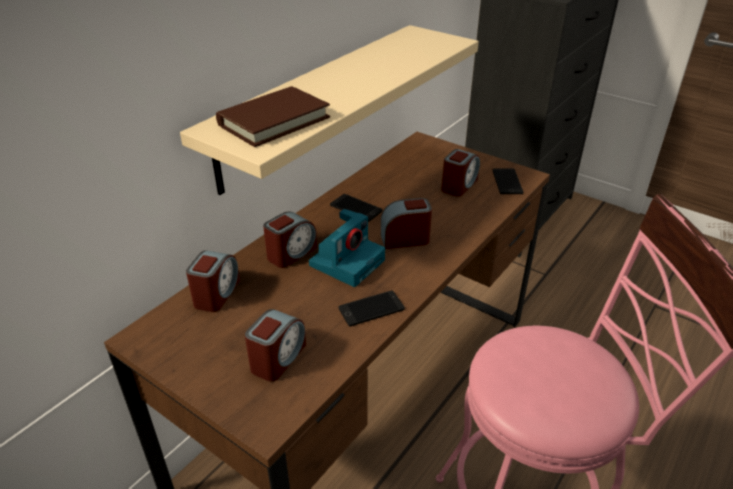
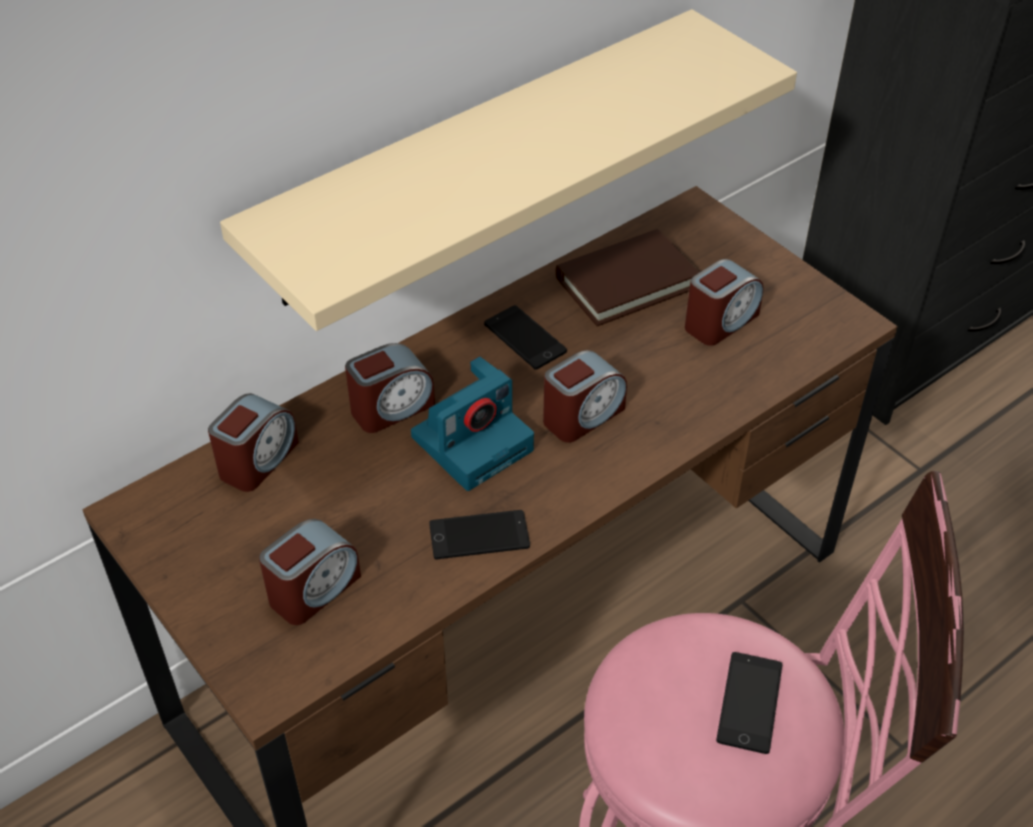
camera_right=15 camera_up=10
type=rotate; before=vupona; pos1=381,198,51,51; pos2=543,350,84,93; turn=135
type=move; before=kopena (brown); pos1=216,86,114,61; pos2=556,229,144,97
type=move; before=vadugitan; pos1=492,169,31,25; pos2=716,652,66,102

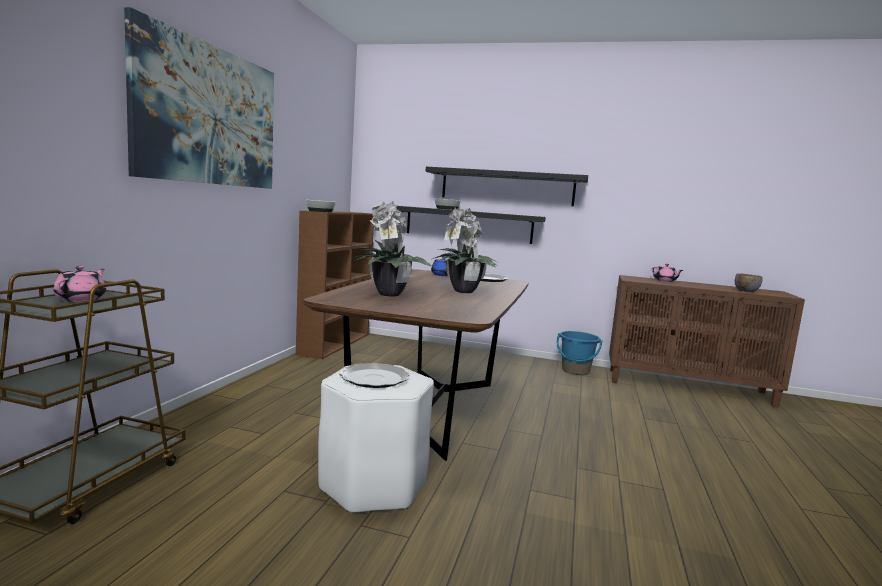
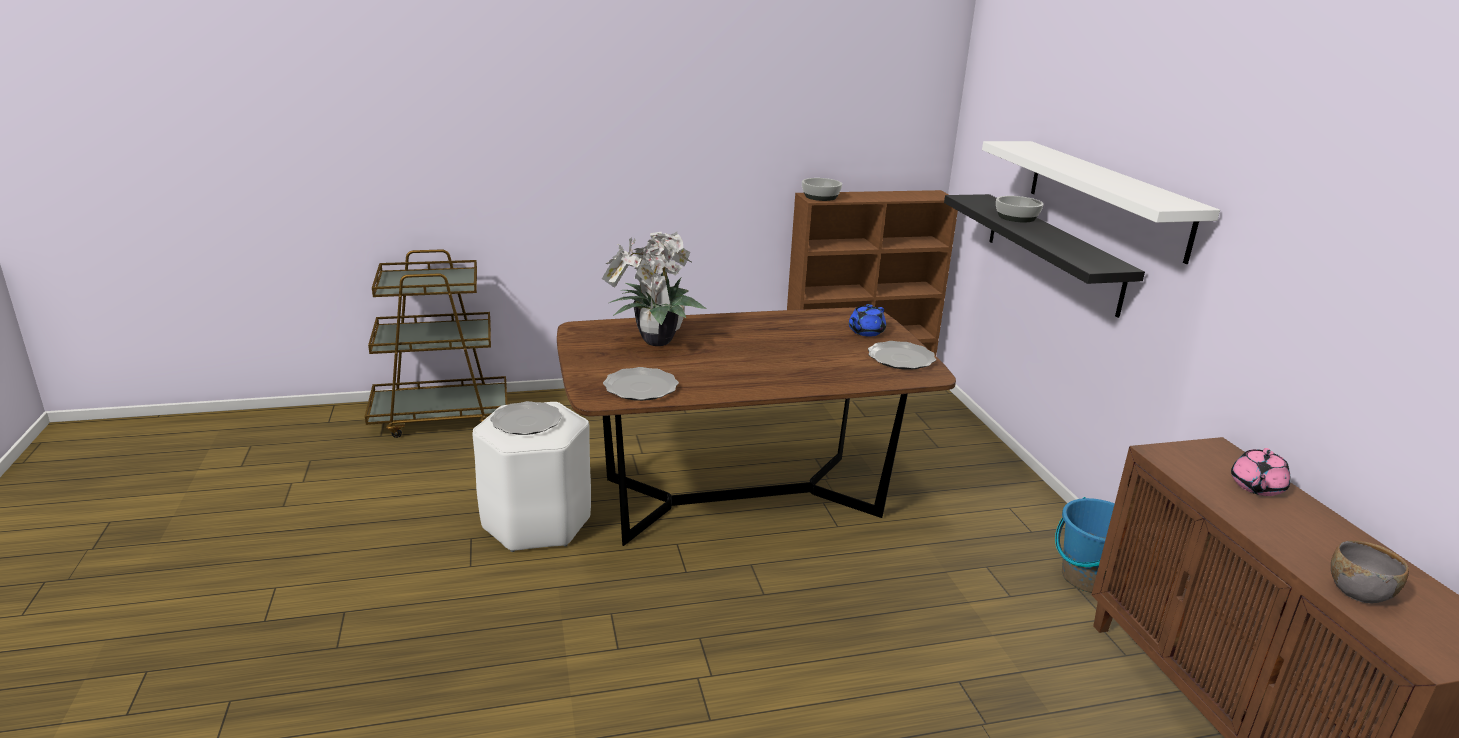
camera_right=60 camera_up=15
type=insert; after=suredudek; pos2=603,367,76,34
type=recolor; before=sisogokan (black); after=sisogokan (white); pos1=425,167,163,39; pos2=982,141,238,123
type=delete; before=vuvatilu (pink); pos1=53,266,53,36
type=delete; before=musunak; pos1=124,7,150,182
type=delete; before=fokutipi; pos1=432,207,66,86

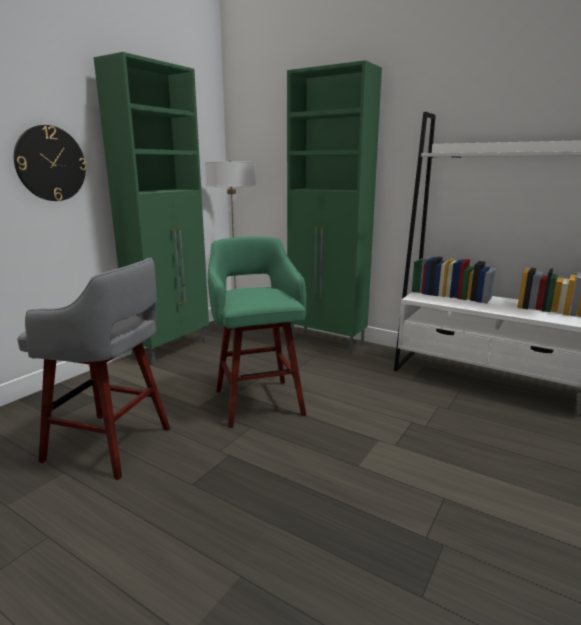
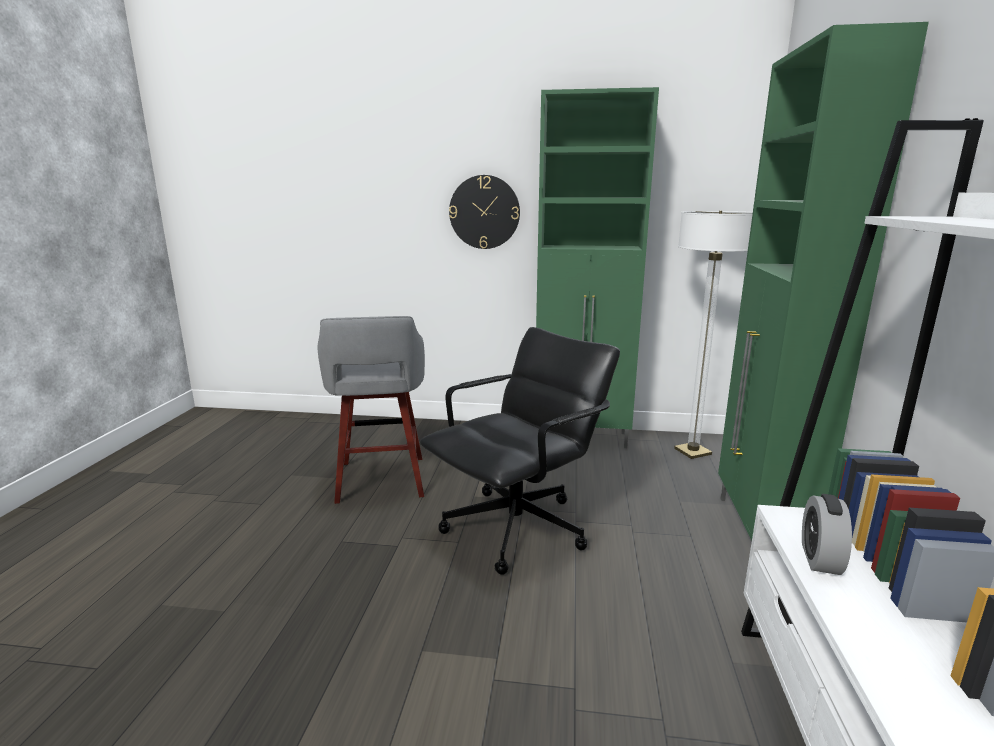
camera_right=65 camera_up=0
type=replace; before=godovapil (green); after=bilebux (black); pos1=208,237,98,191; pos2=420,327,200,248
type=insert; after=vupona; pos2=802,494,50,81

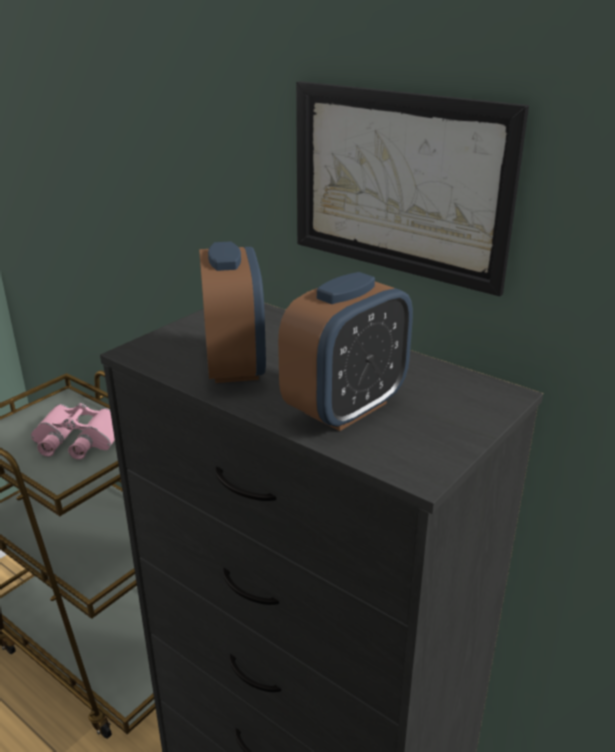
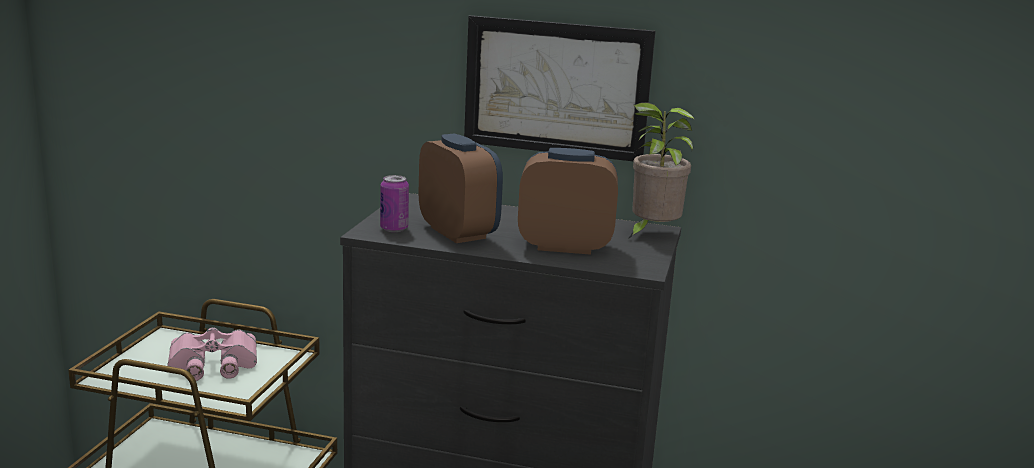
camera_right=-25 camera_up=-10
type=insert; after=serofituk; pos2=380,175,29,57
type=rotate; before=vupona; pos1=278,272,135,159; pos2=518,148,100,107; turn=-105
type=insert; after=fokutipi; pos2=627,103,67,137

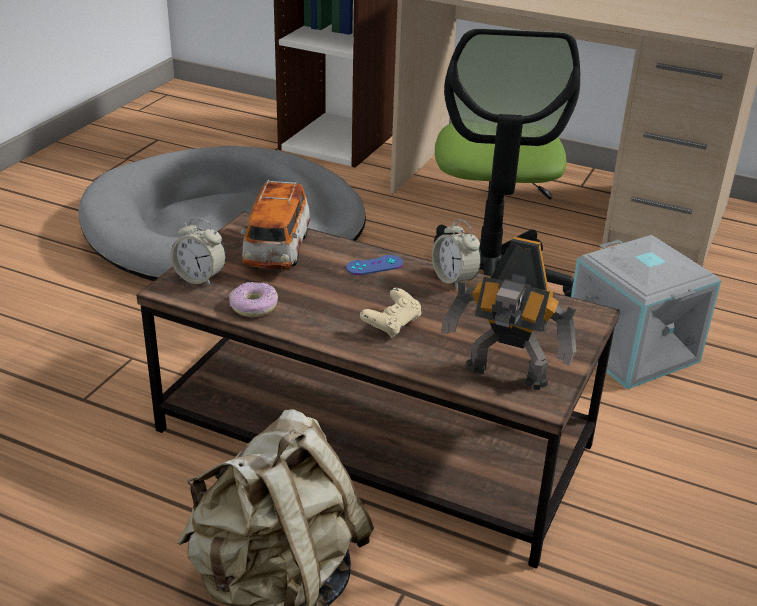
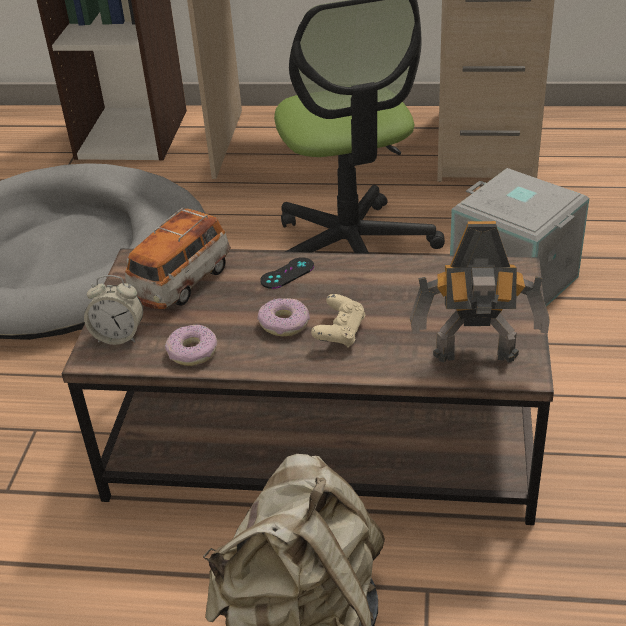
camera_right=-15 camera_up=5
type=rotate; before=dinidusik; pos1=241,180,69,89; pos2=125,208,106,101; turn=45
type=insert; after=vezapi; pos2=257,298,53,38
type=recolor; before=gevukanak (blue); after=gevukanak (black); pos1=346,255,57,20; pos2=260,257,54,32
type=delete; before=vupona; pos1=432,219,49,70

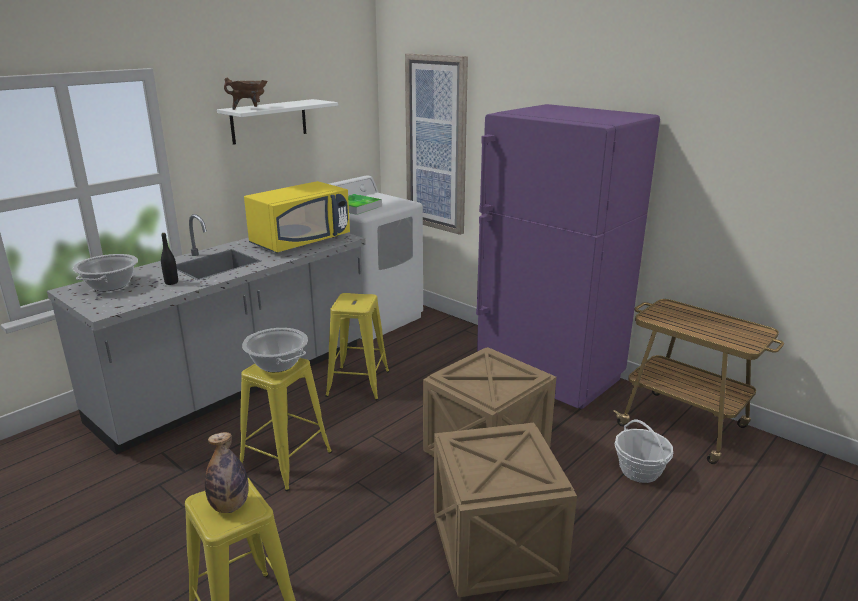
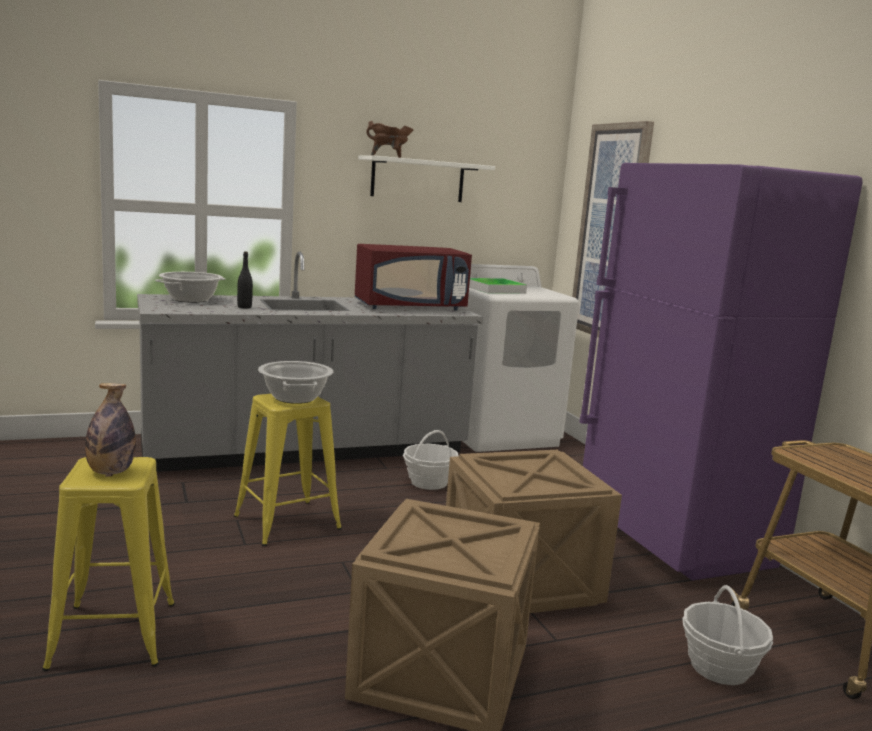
camera_right=25 camera_up=-10
type=recolor; before=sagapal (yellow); after=sagapal (red); pos1=244,181,106,72; pos2=355,244,117,66
type=replace; before=godovapil (yellow); after=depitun; pos1=325,293,64,107; pos2=403,430,56,60

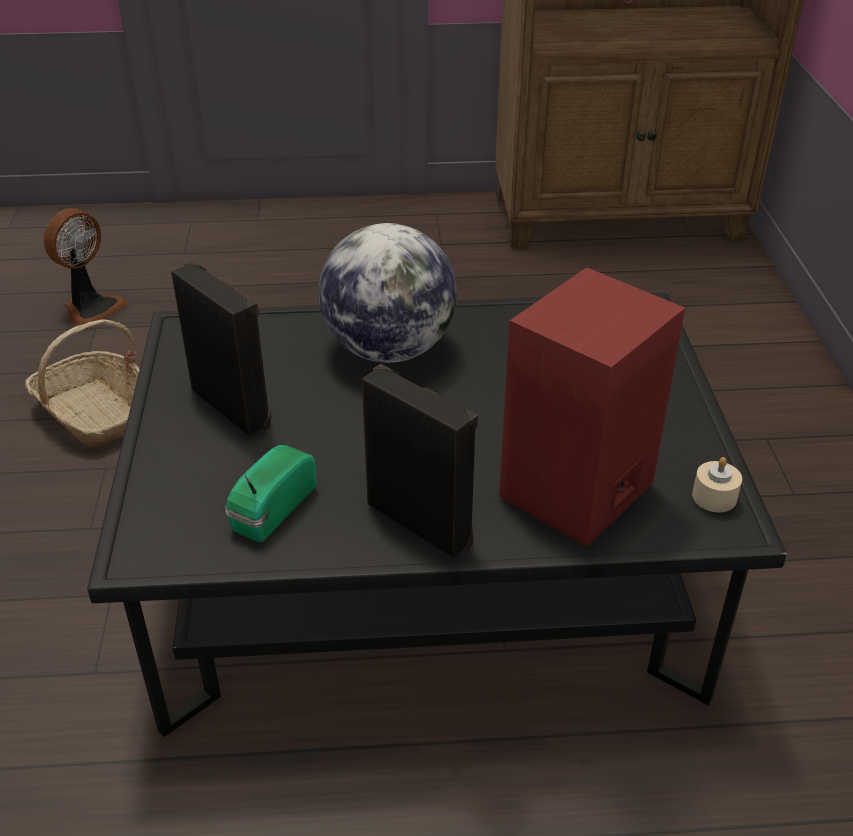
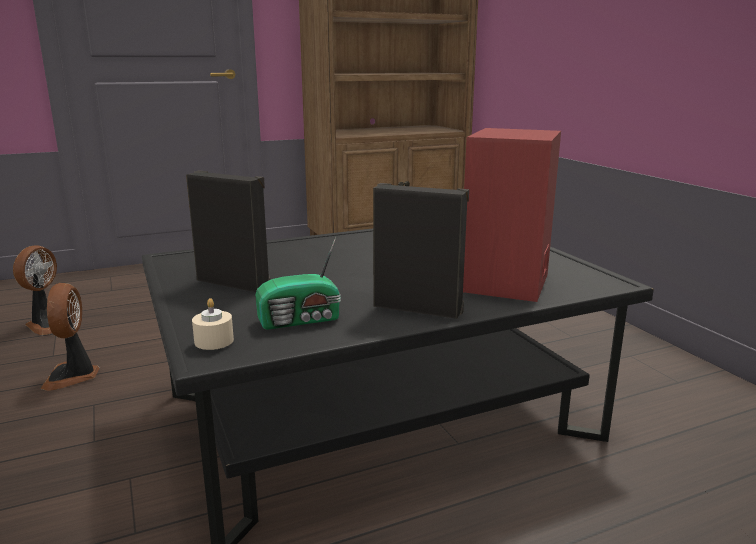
camera_right=-20 camera_up=-20
type=replace; before=depitun; after=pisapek; pos1=25,319,115,129; pos2=41,283,59,108
type=move; before=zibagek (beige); pos1=692,457,50,55; pos2=192,298,42,52
type=rotate; before=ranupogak; pos1=225,445,92,97; pos2=255,237,86,93; turn=-120
type=delete; before=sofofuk; pos1=318,223,139,140

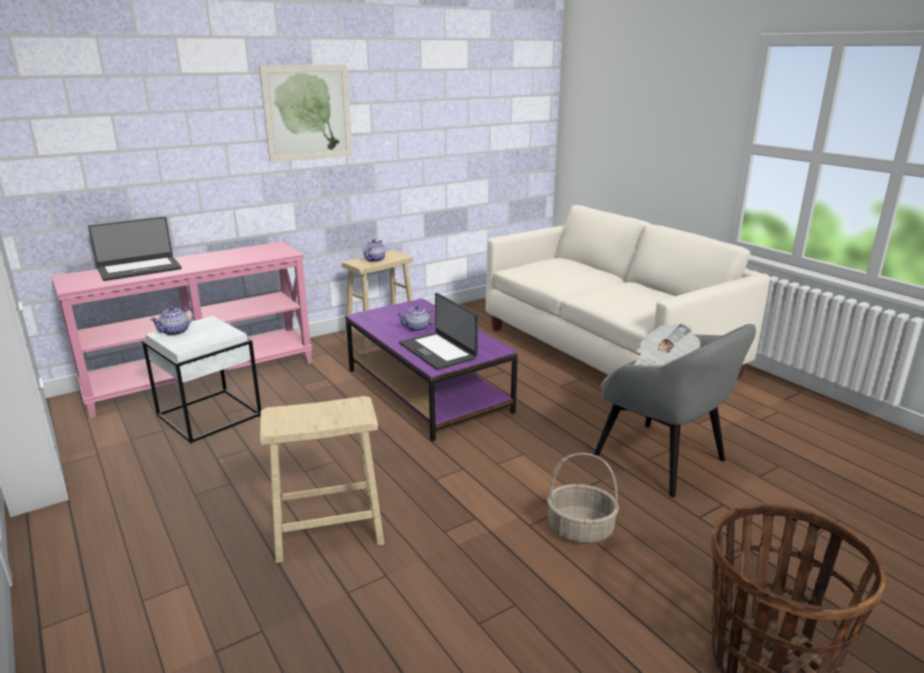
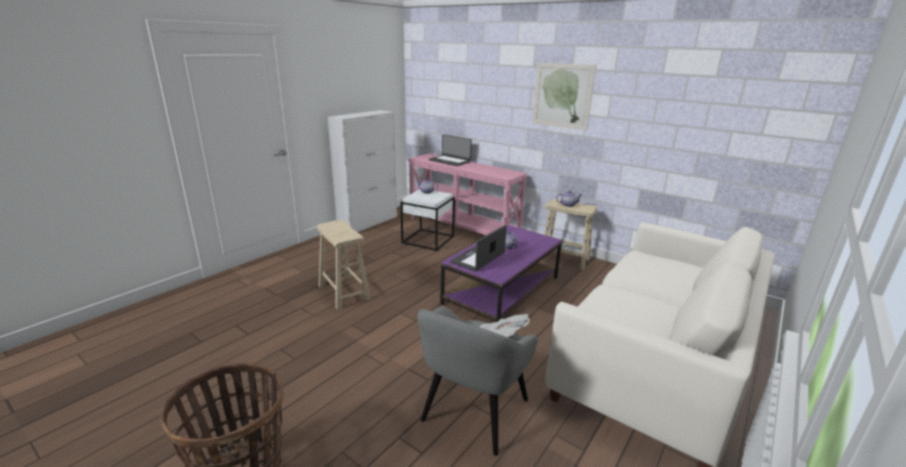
camera_right=70 camera_up=0
type=delete; before=depitun; pos1=547,453,72,91

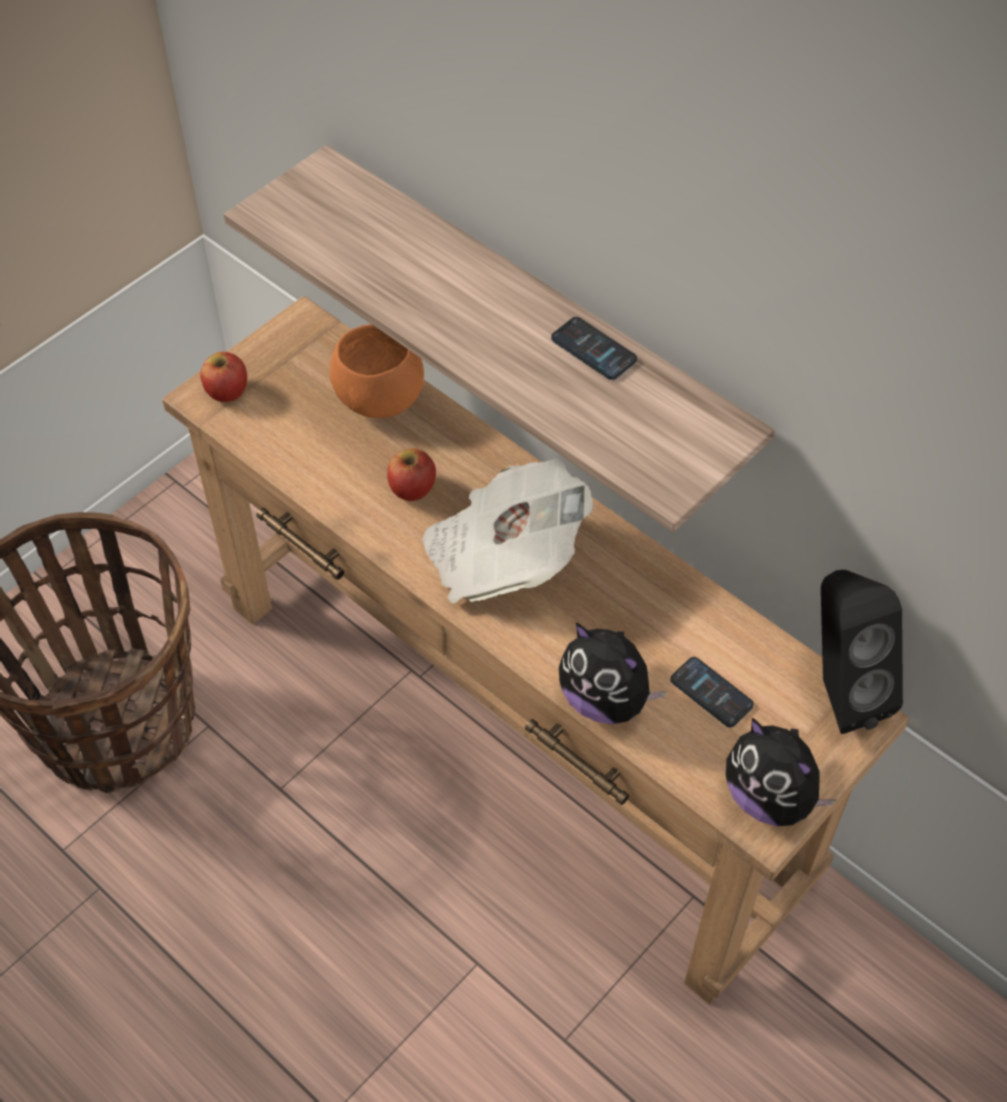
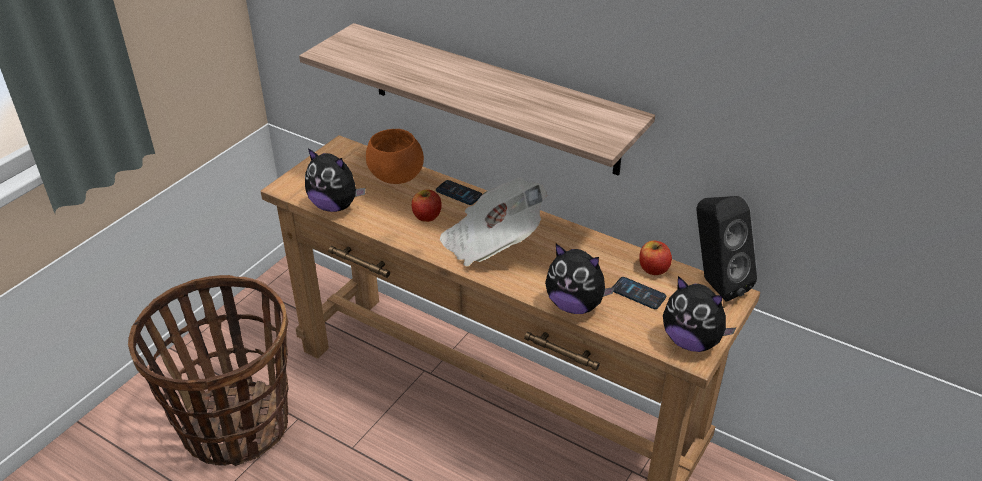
camera_right=-10 camera_up=-15
type=insert; after=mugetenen; pos2=305,148,61,64
type=move; before=vadugitan; pos1=551,317,86,63; pos2=436,180,46,25
type=move; before=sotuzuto; pos1=200,352,47,50; pos2=639,241,33,34

